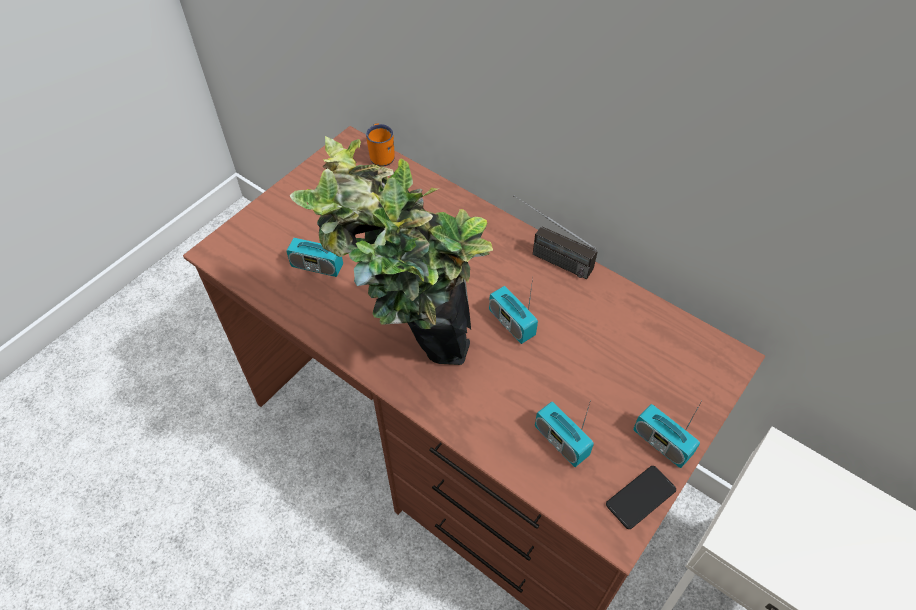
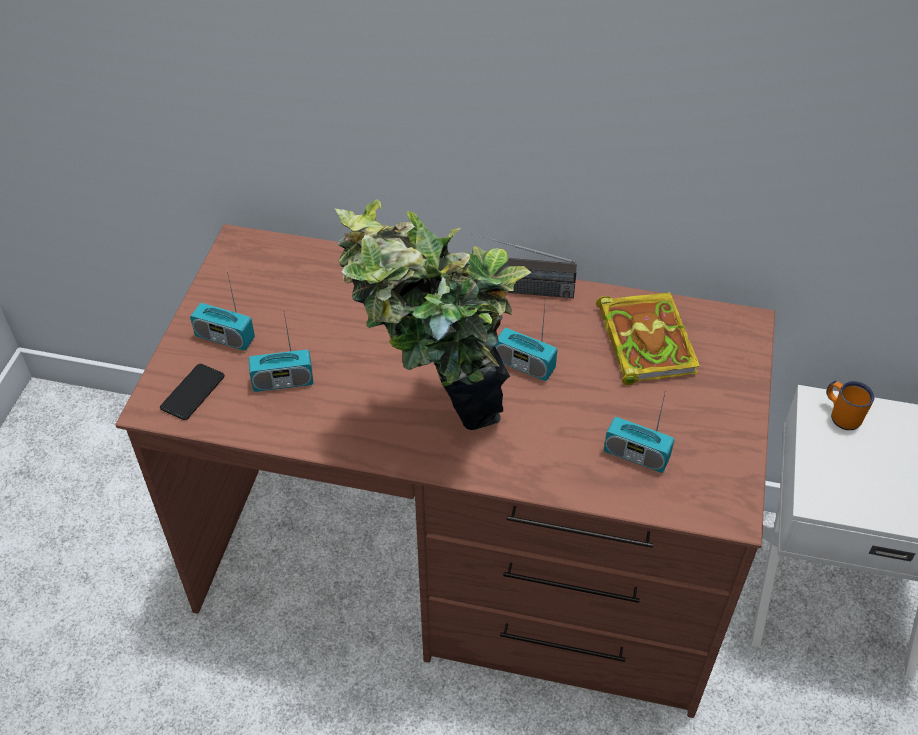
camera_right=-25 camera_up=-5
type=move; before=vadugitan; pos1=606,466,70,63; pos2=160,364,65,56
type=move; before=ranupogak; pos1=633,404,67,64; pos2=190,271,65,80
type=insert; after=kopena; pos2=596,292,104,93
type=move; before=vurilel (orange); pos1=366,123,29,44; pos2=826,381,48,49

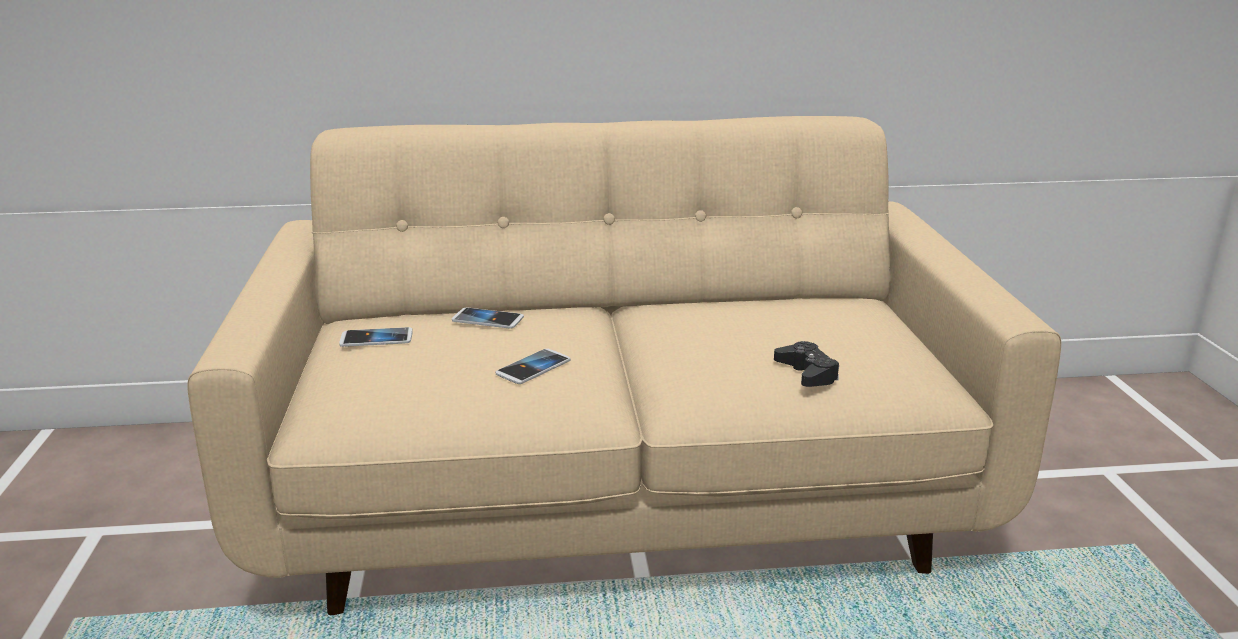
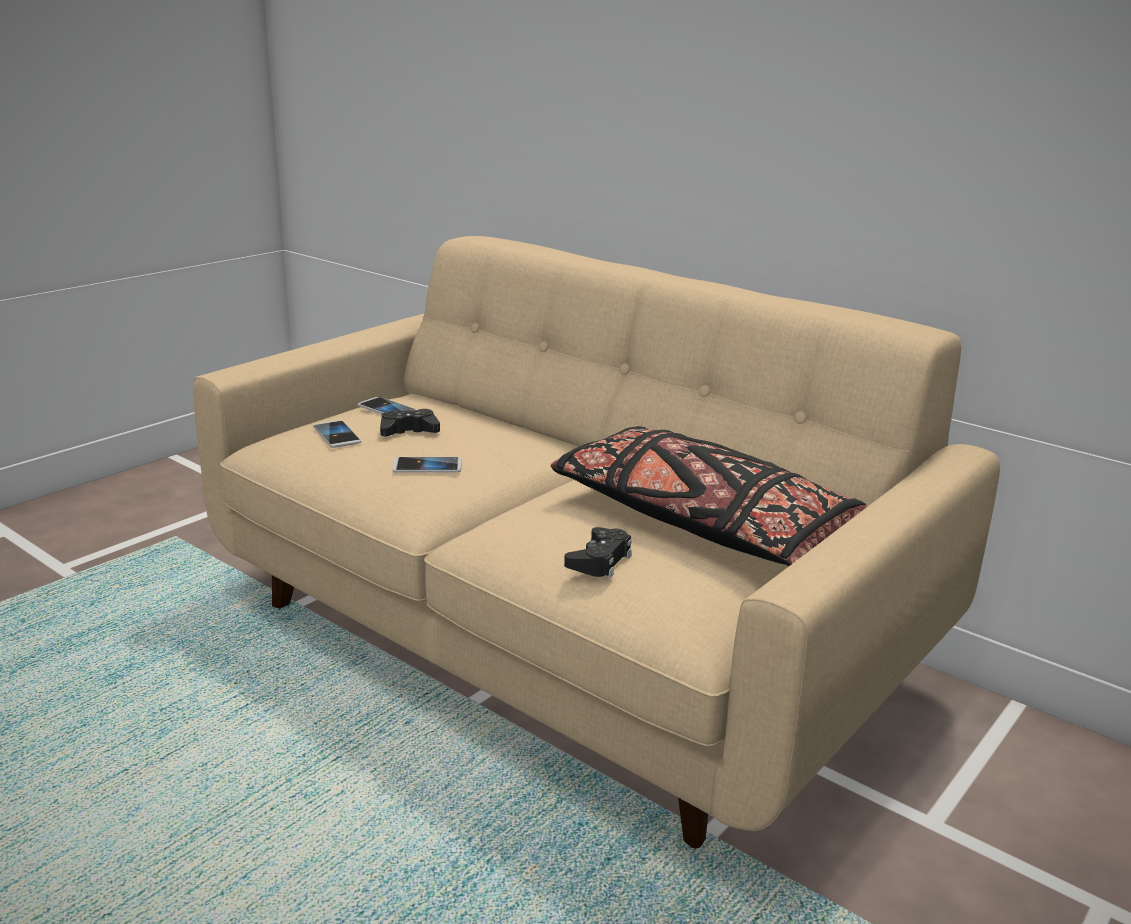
camera_right=45 camera_up=0
type=move; before=vadugitan; pos1=452,307,72,22; pos2=313,420,48,28
type=insert; after=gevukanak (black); pos2=380,409,60,27
type=insert; after=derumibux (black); pos2=551,426,317,140

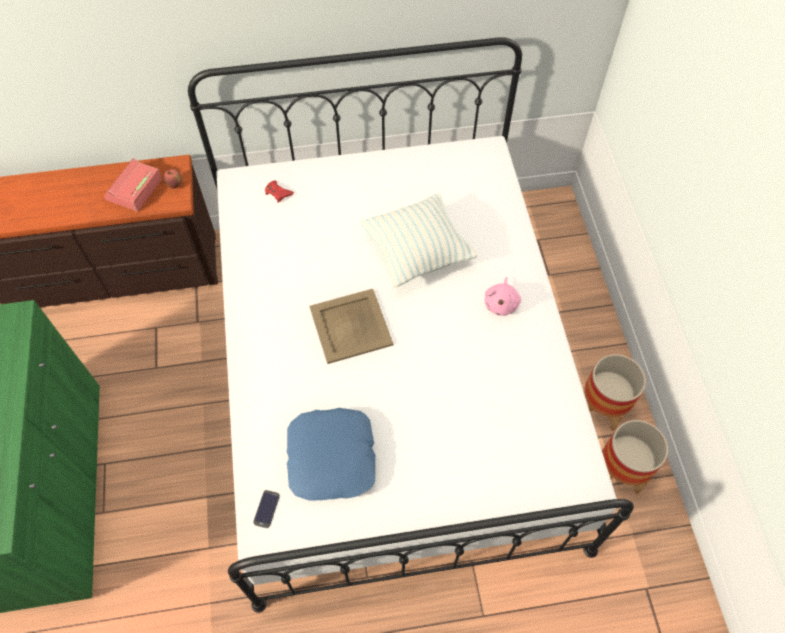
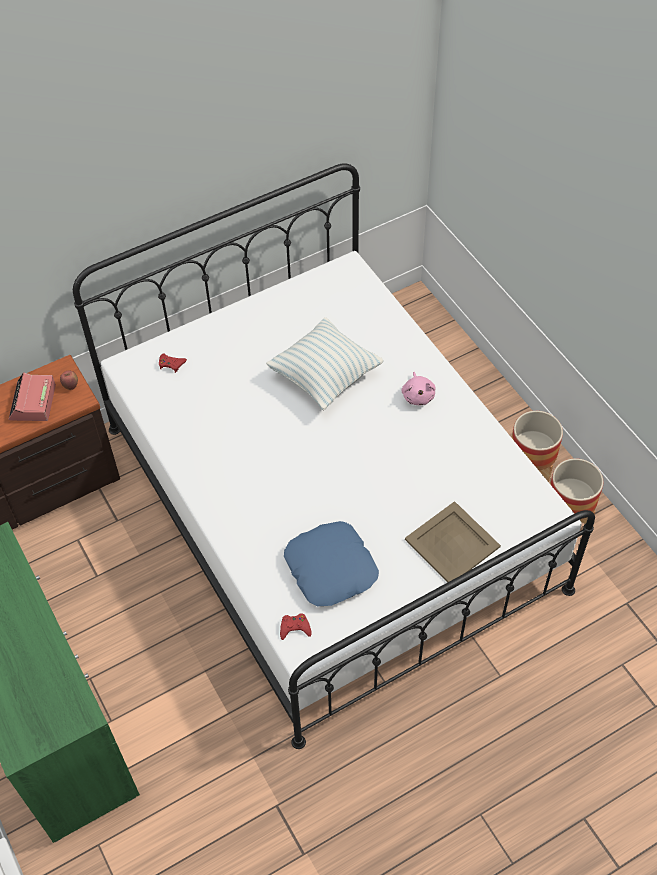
camera_right=-20 camera_up=-5
type=replace; before=vadugitan; after=gevukanak (red); pos1=253,490,27,38; pos2=280,613,32,27
type=move; before=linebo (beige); pos1=310,289,83,75; pos2=405,501,96,82

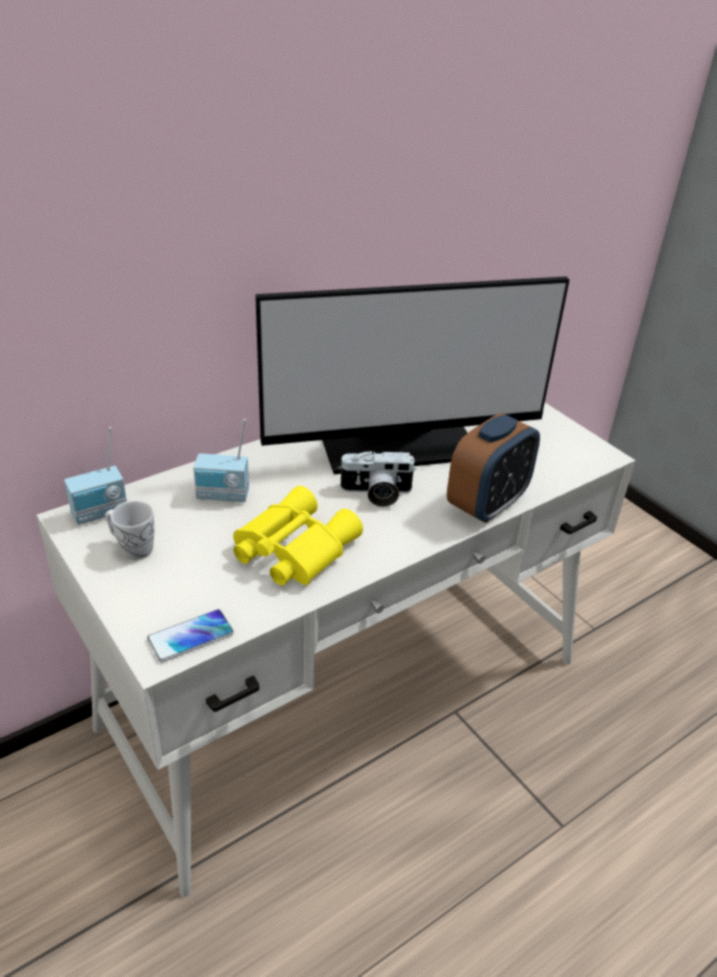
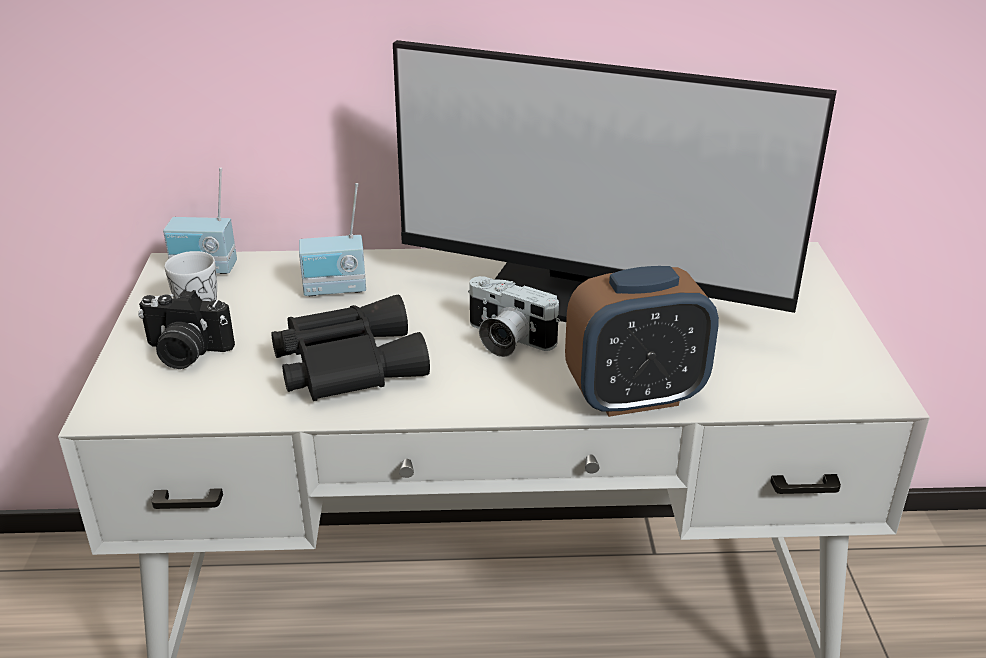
camera_right=35 camera_up=-5
type=insert; after=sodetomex; pos2=138,289,97,80
type=recolor; before=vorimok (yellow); after=vorimok (black); pos1=233,486,130,99; pos2=271,294,159,107
type=rotate; before=ranupogak; pos1=193,419,56,83; pos2=299,183,67,113; turn=-45
type=delete; before=vadugitan; pos1=147,609,87,54

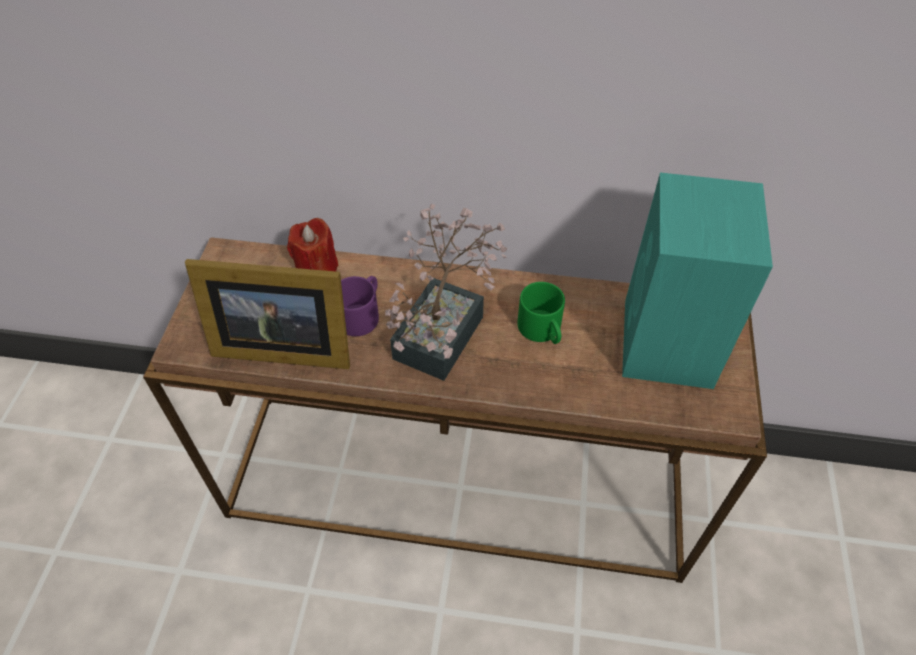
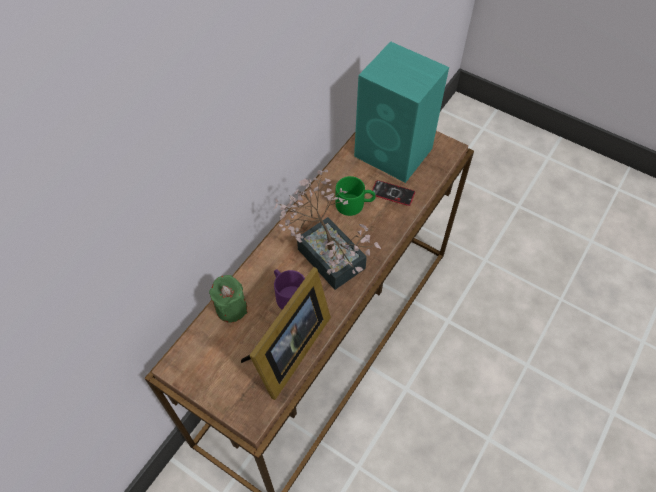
camera_right=-65 camera_up=5
type=recolor; before=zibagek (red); after=zibagek (green); pos1=287,218,51,53; pos2=209,275,38,48
type=insert; after=vadugitan; pos2=371,180,44,26

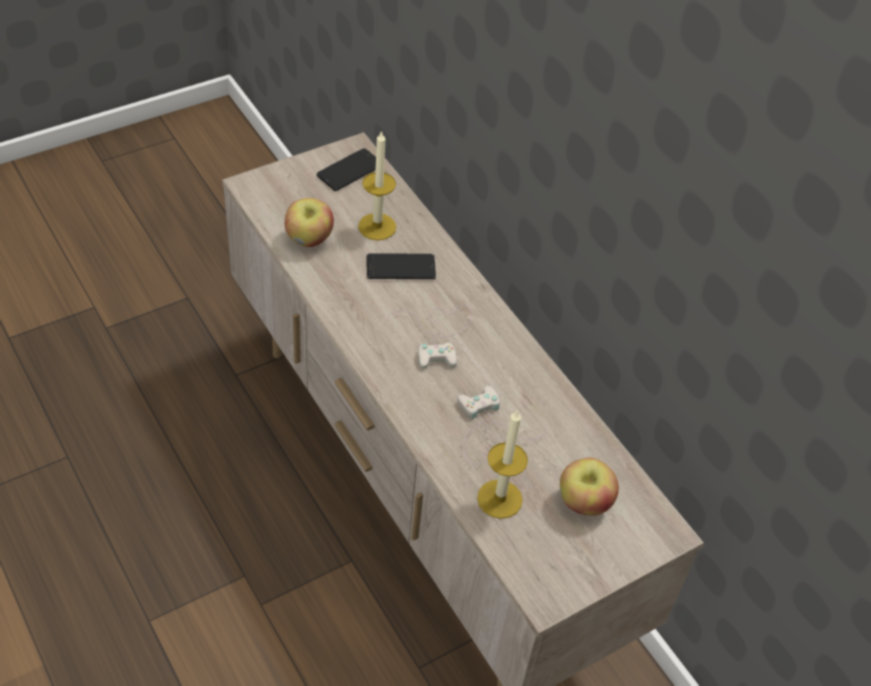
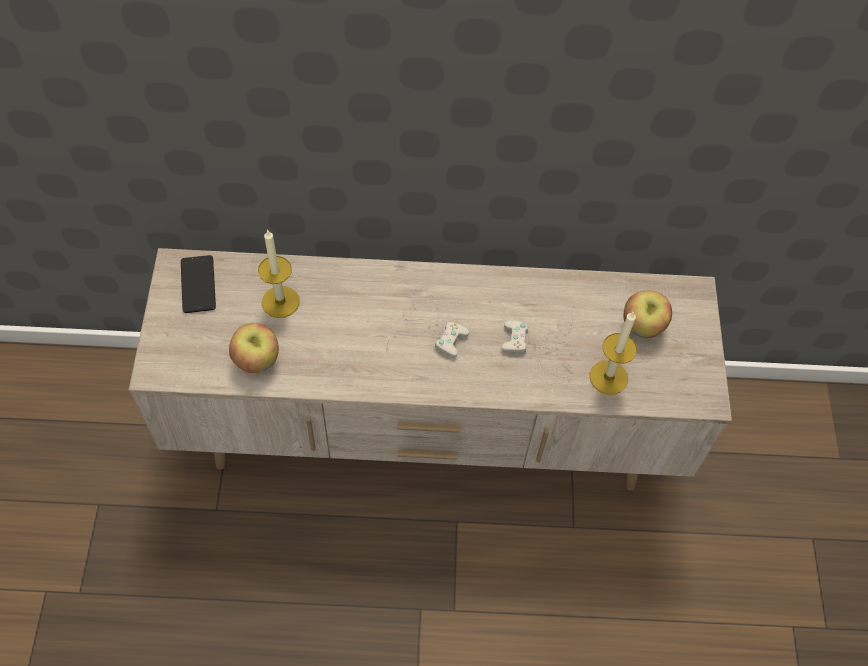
camera_right=-55 camera_up=10
type=delete; before=vadugitan; pos1=367,253,69,26

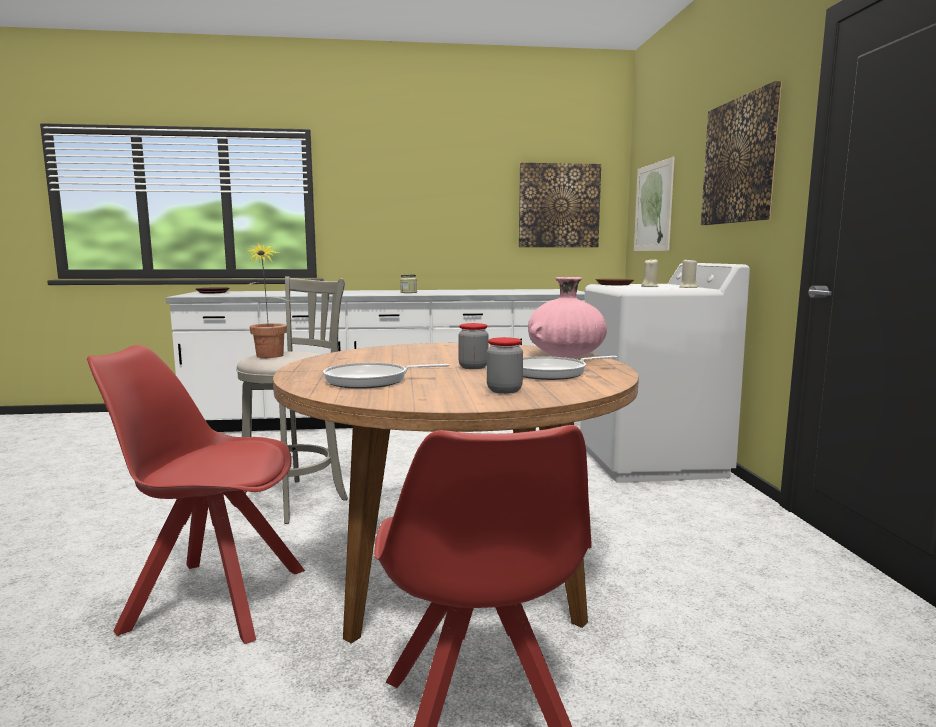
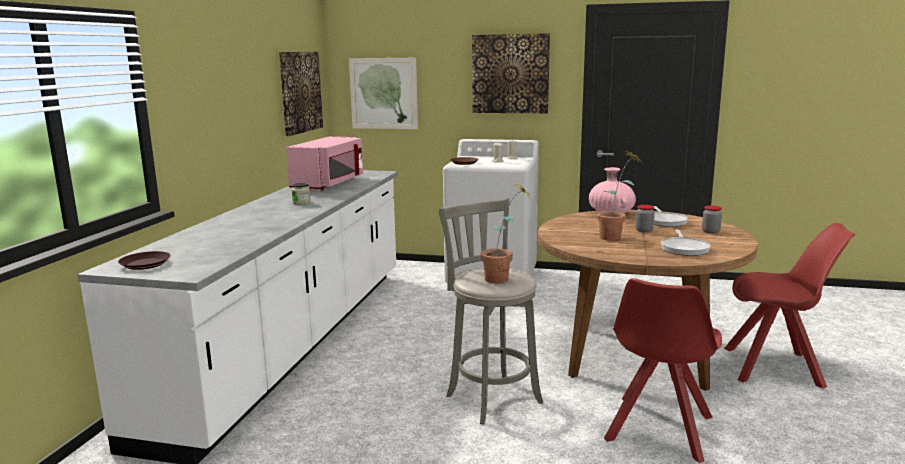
camera_right=-70 camera_up=5
type=insert; after=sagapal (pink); pos2=286,136,77,54
type=insert; after=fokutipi; pos2=597,151,45,90

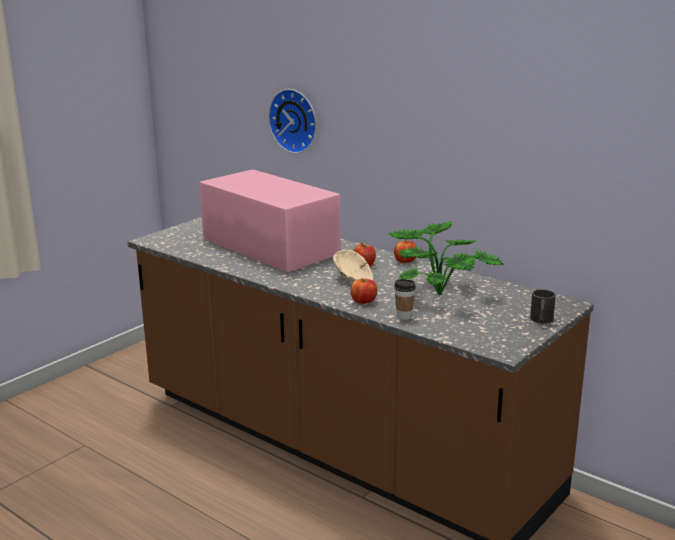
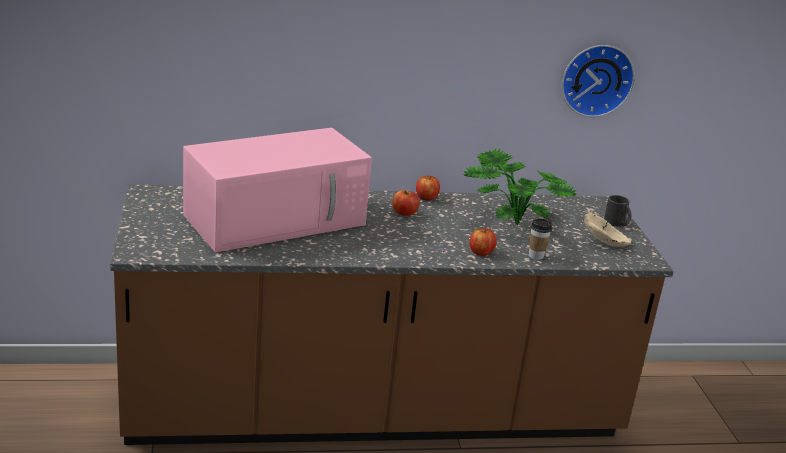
camera_right=-50 camera_up=5
type=rotate; before=sagapal (pink); pos1=199,169,142,103; pos2=183,128,189,125; turn=150
type=move; before=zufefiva; pos1=268,89,49,65; pos2=562,45,73,72
type=move; before=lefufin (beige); pos1=333,250,40,32; pos2=584,213,47,34

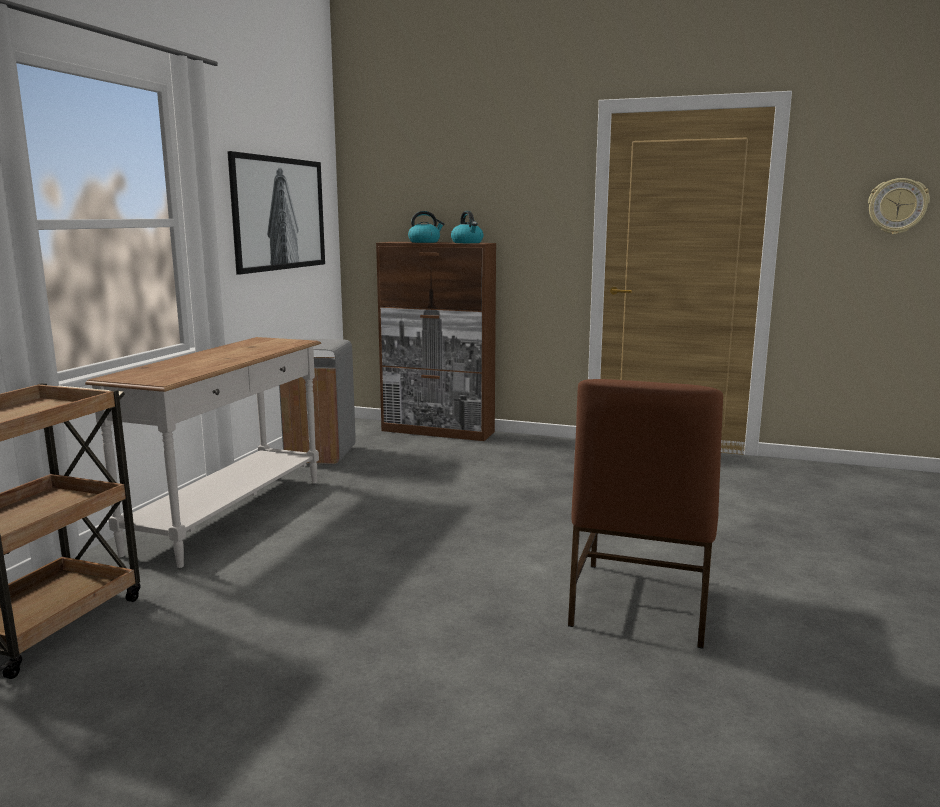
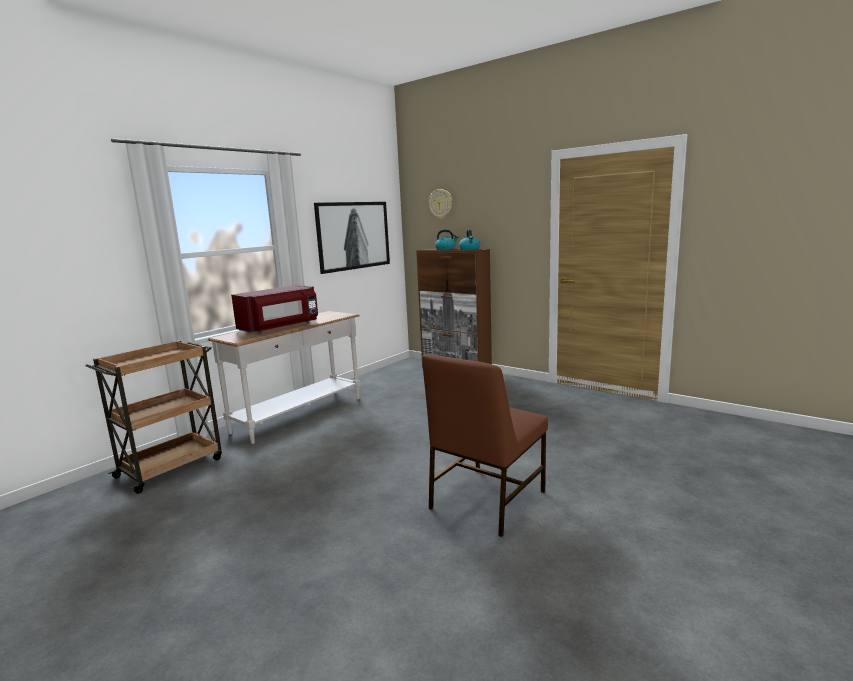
camera_right=20 camera_up=0
type=insert; after=sagapal (red); pos2=231,285,87,48
type=move; before=zufefiva; pos1=868,178,62,57; pos2=428,189,24,30
type=delete; before=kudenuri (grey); pos1=279,339,77,126

